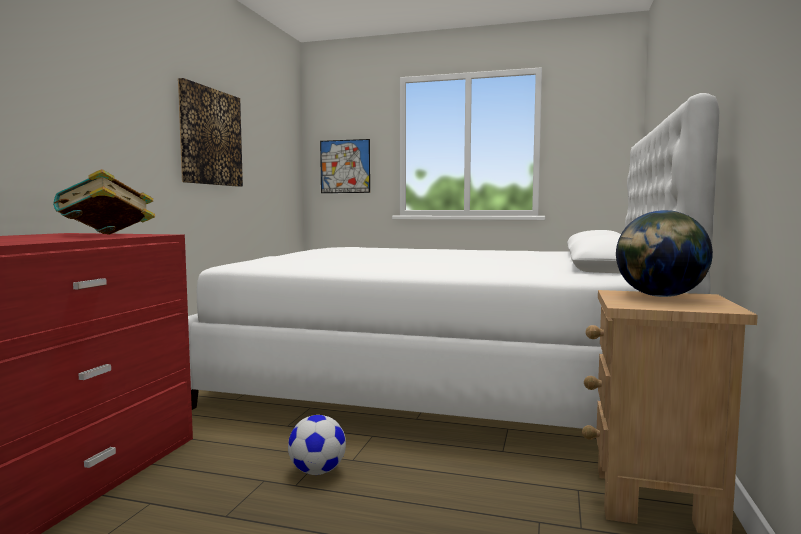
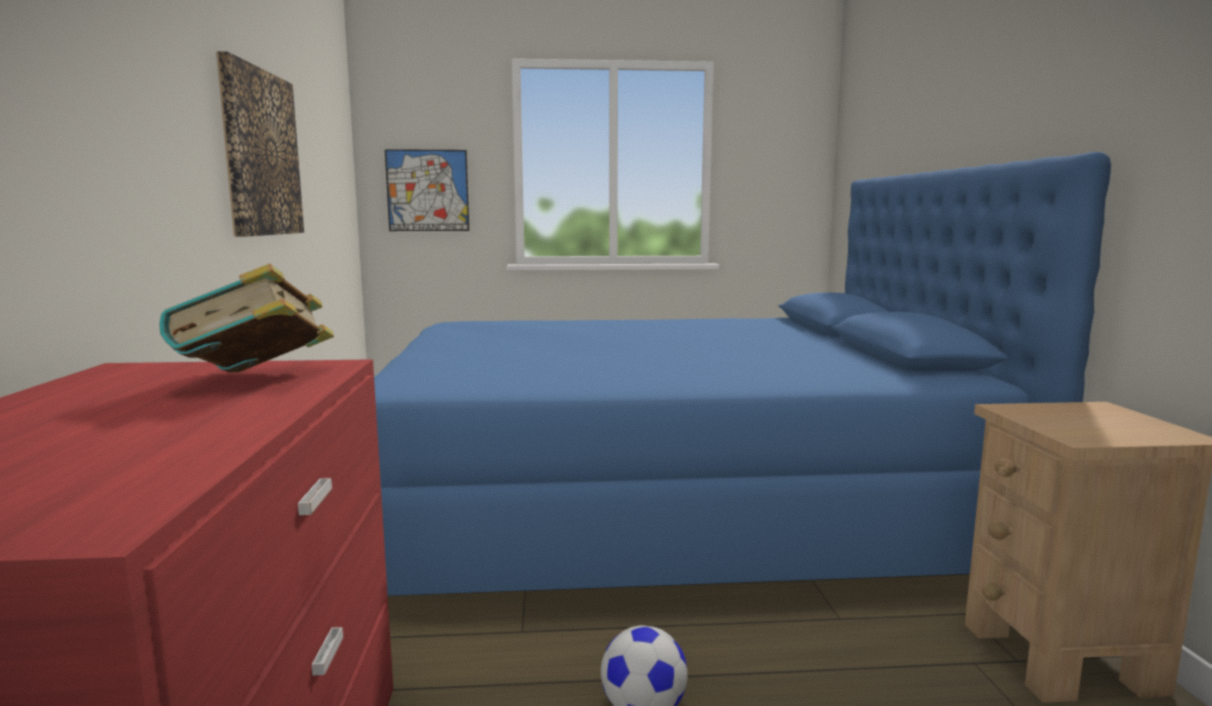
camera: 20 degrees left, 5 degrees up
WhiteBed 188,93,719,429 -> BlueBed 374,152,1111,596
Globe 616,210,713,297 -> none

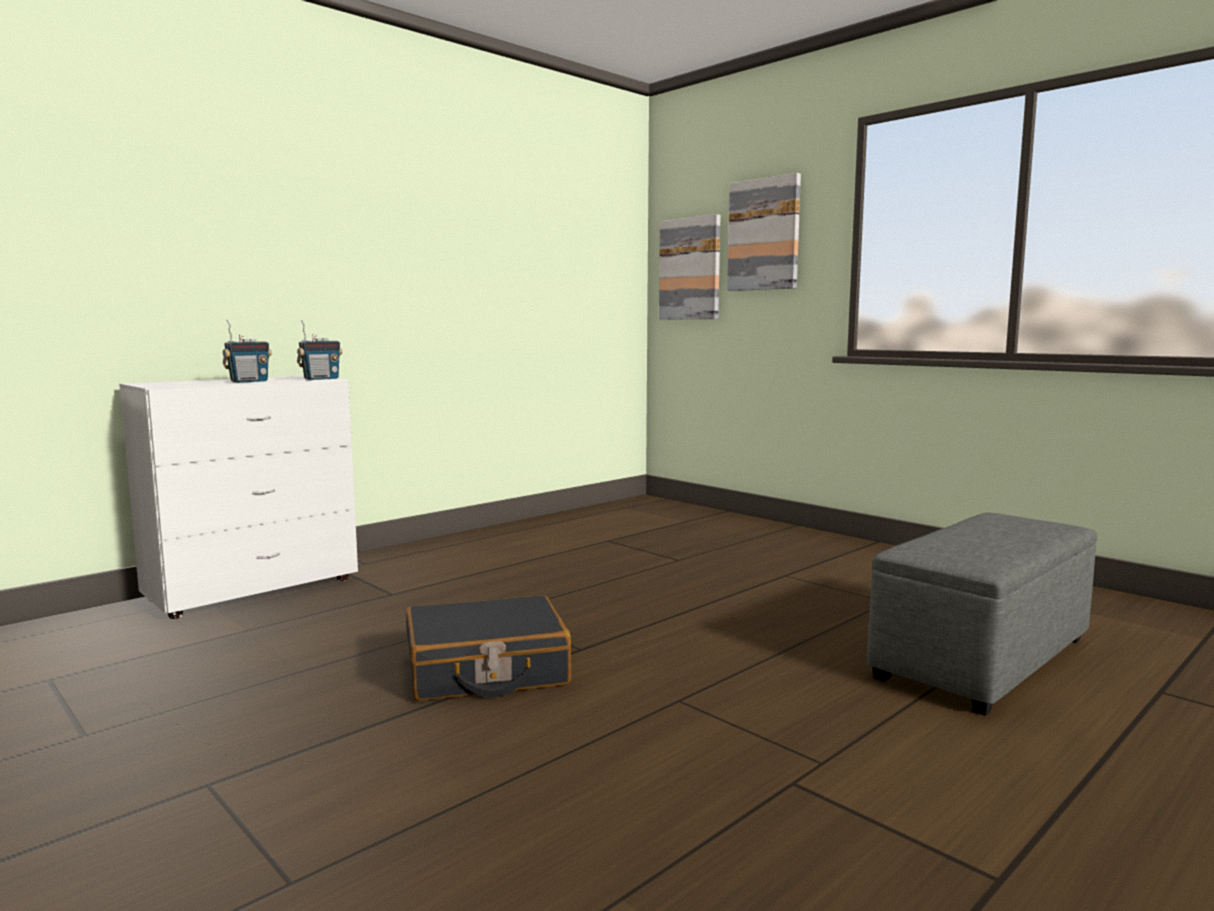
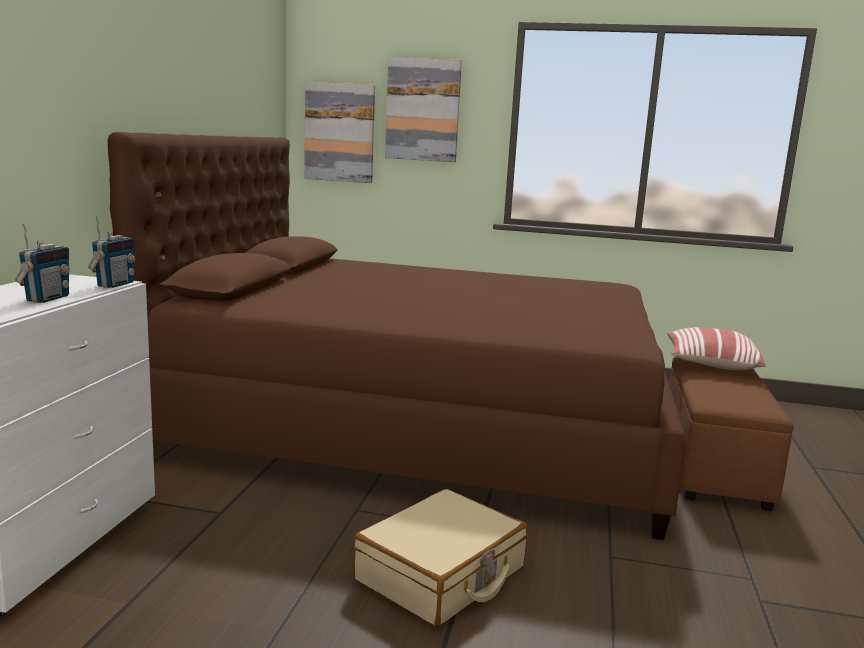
camera: 35 degrees left, 5 degrees up
none -> BrownBed 108,132,686,540
BlackSuitcase 406,595,571,701 -> BeigeSuitcase 354,489,527,627
none -> Pillow 667,327,766,370
GreyOttoman 867,513,1097,716 -> BrownOttoman 669,357,794,511

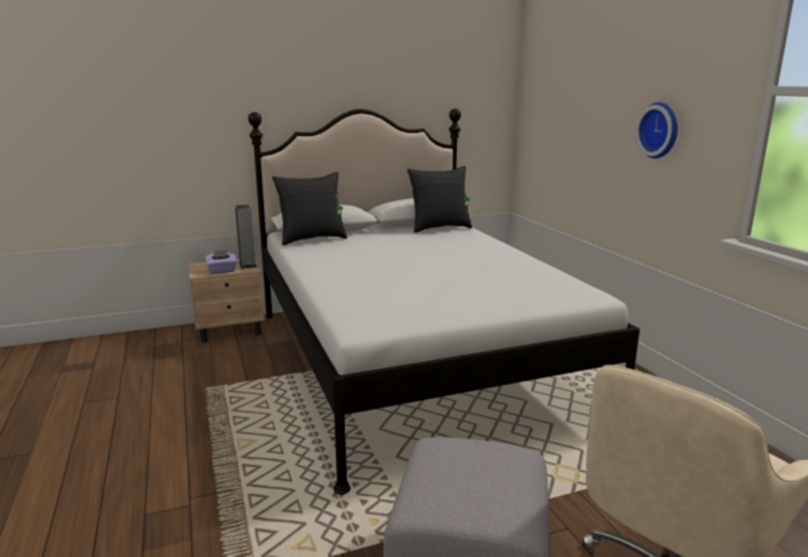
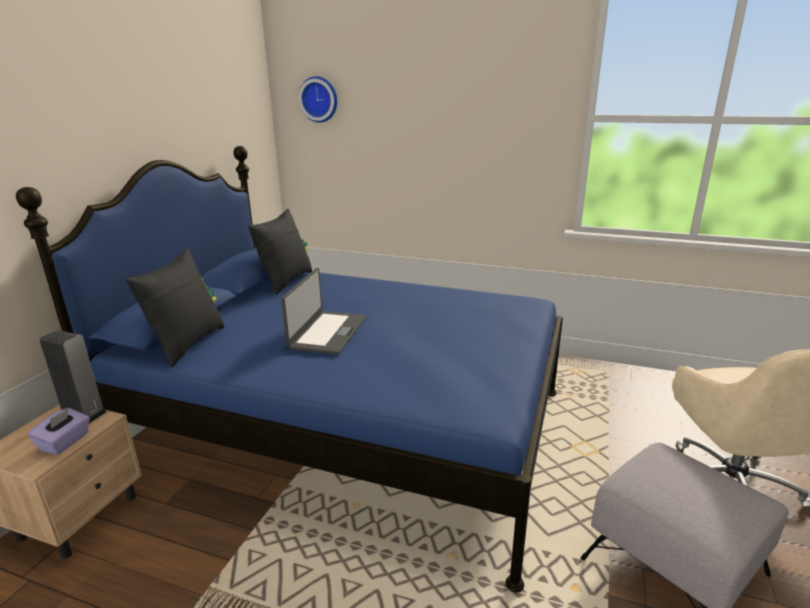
camera: 50 degrees left, 5 degrees up
WhiteBed 248,109,640,495 -> BlueBed 16,146,563,593
none -> Laptop 281,268,366,355
WallClock 635,102,678,159 -> WallClock 299,76,337,123, relocated

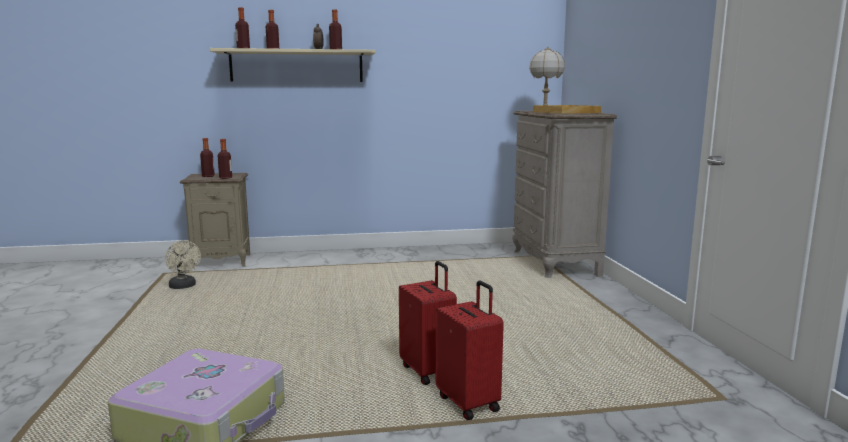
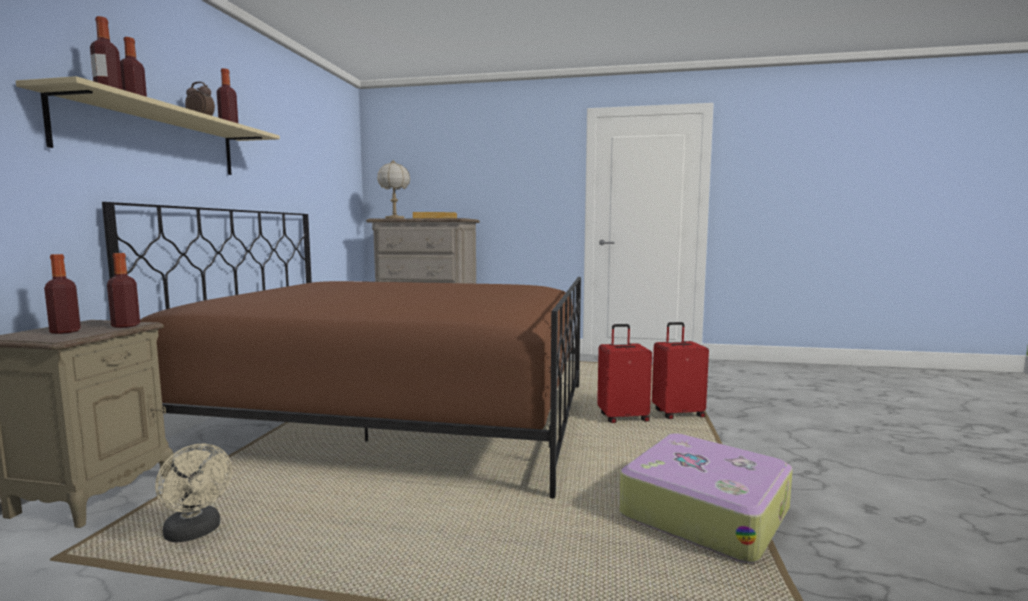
camera: 70 degrees left, 5 degrees down
none -> BrownBed 102,202,581,499
BeigeFan 165,241,201,289 -> BeigeFan 155,444,232,542, 60 degrees clockwise

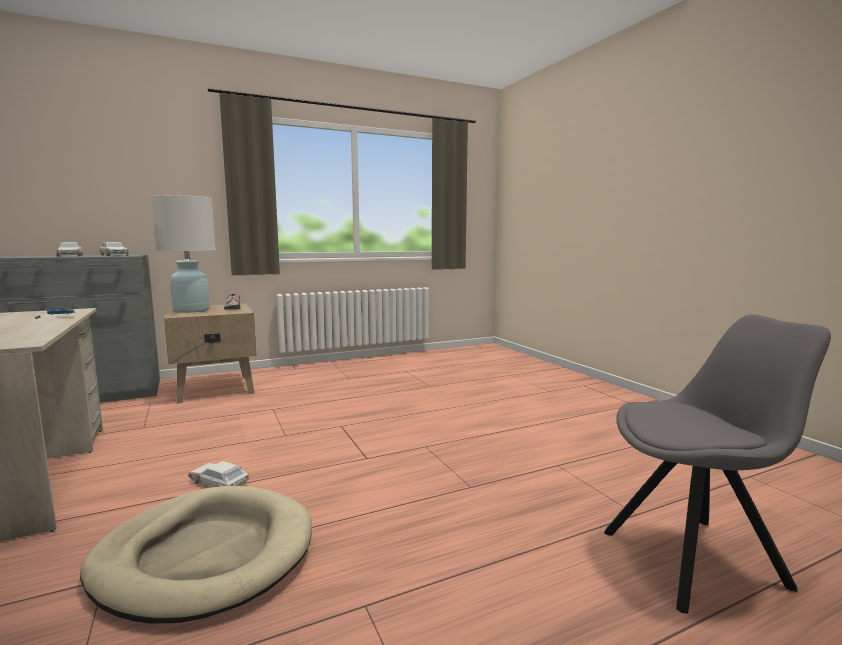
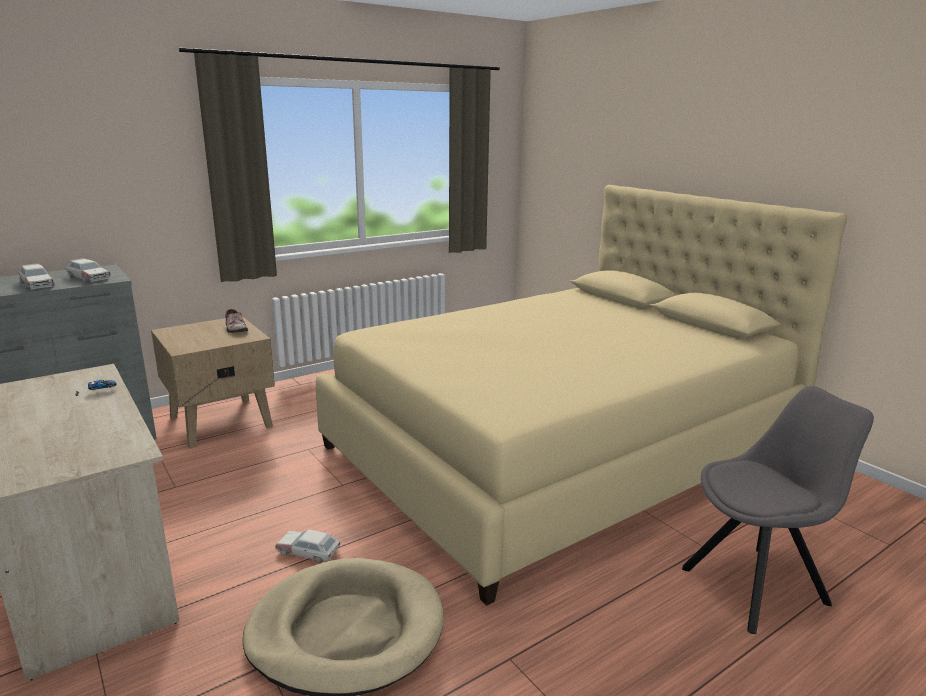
camera: 10 degrees left, 10 degrees up
none -> BeigeBed 316,185,847,606
WhiteTableLamp 151,195,216,313 -> none

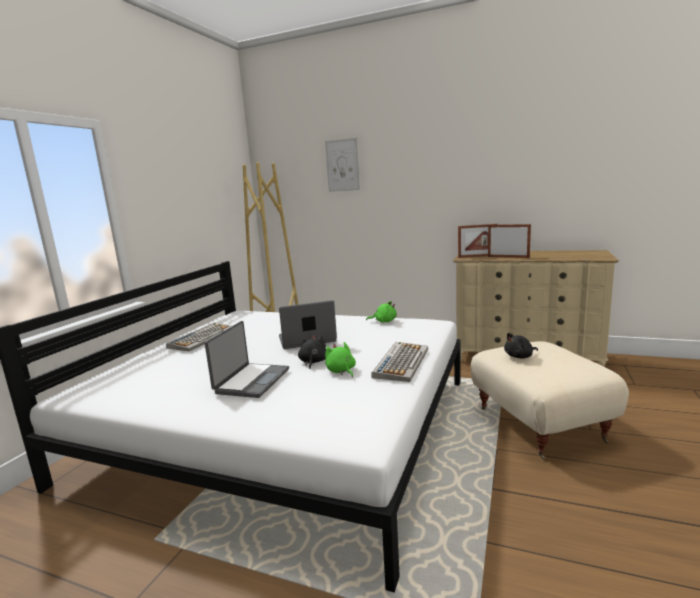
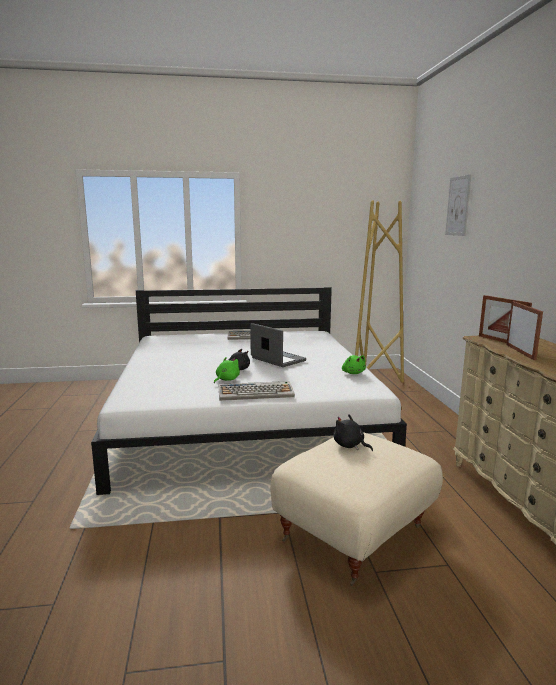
camera: 60 degrees right, 0 degrees up
Laptop 205,321,289,398 -> none

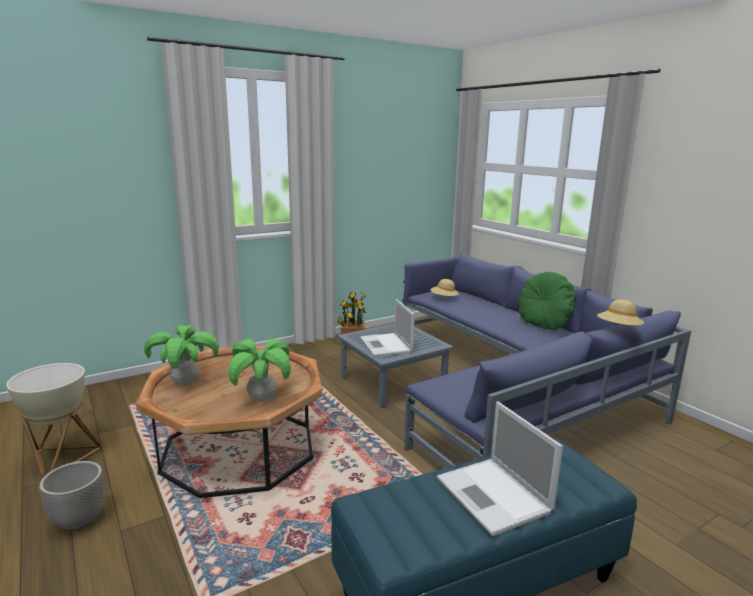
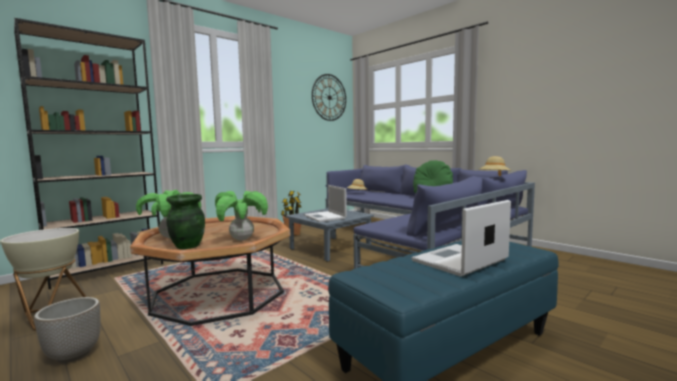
camera: 10 degrees left, 10 degrees down
none -> BeigeBookcase 14,18,163,290
none -> GreenVase 166,194,205,249
none -> WallClock 312,74,346,121
Laptop 437,402,563,536 -> Laptop 412,200,511,277, 90 degrees clockwise

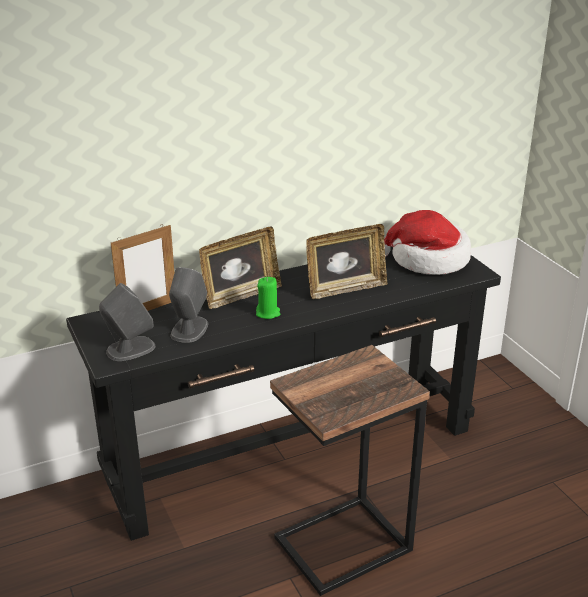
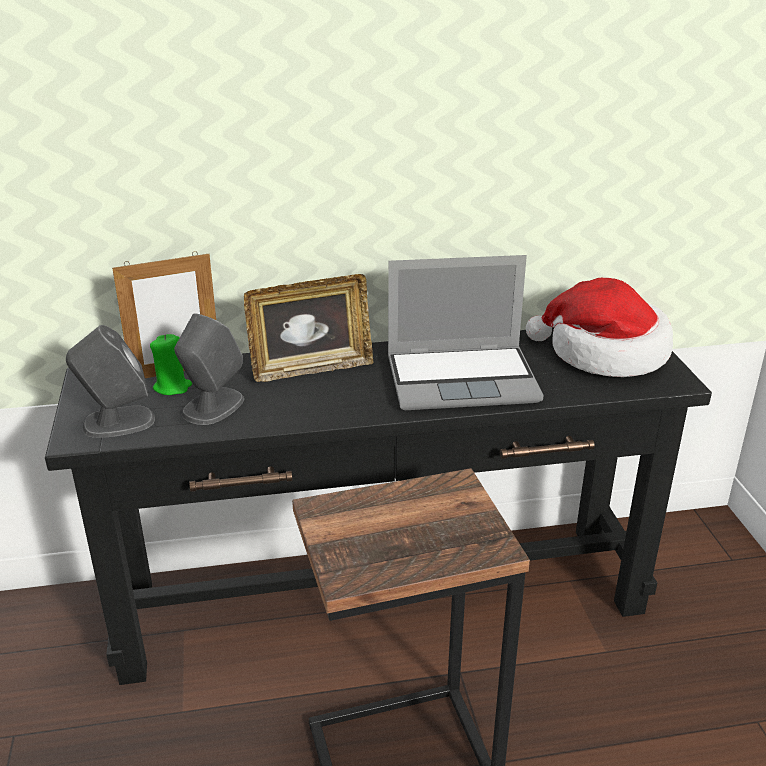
camera: 15 degrees right, 0 degrees up
GreenCandle 256,277,280,319 -> GreenCandle 150,334,192,395, relocated
PictureFrame 306,224,388,299 -> Laptop 388,255,544,410

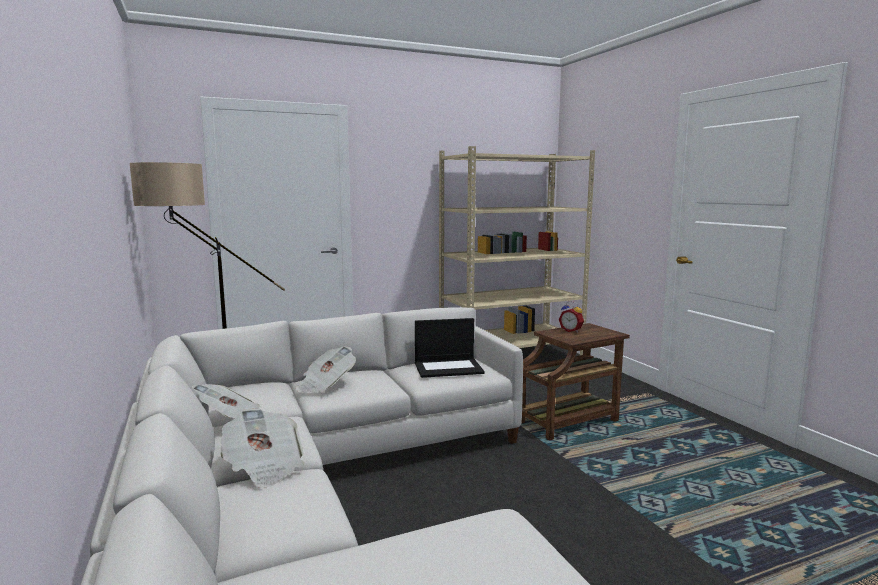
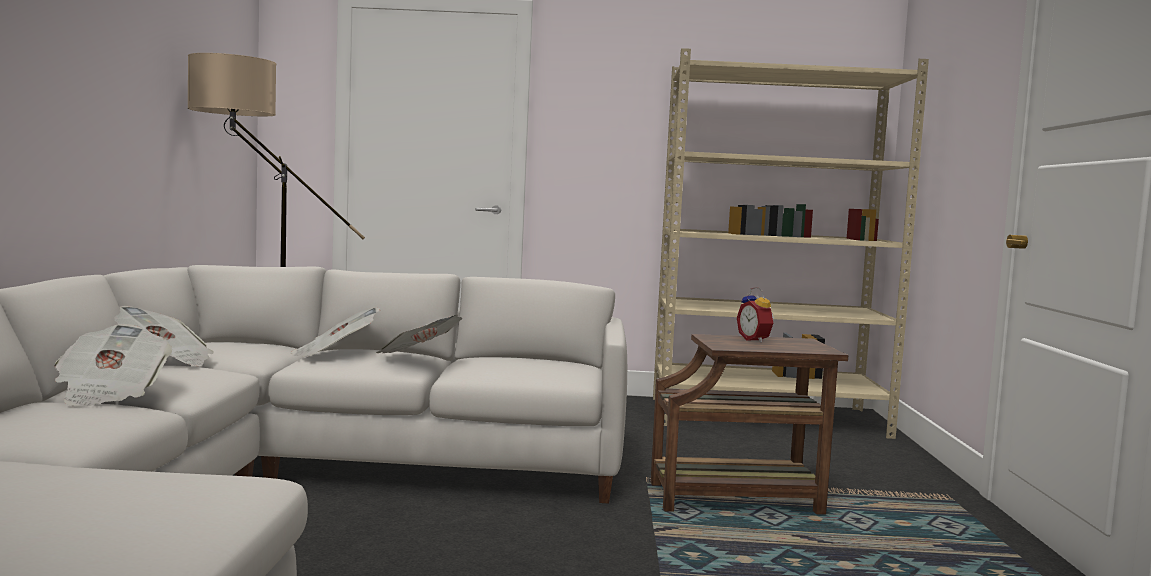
camera: 25 degrees right, 5 degrees down
none -> Newspaper 376,315,462,353
Laptop 415,318,485,378 -> none

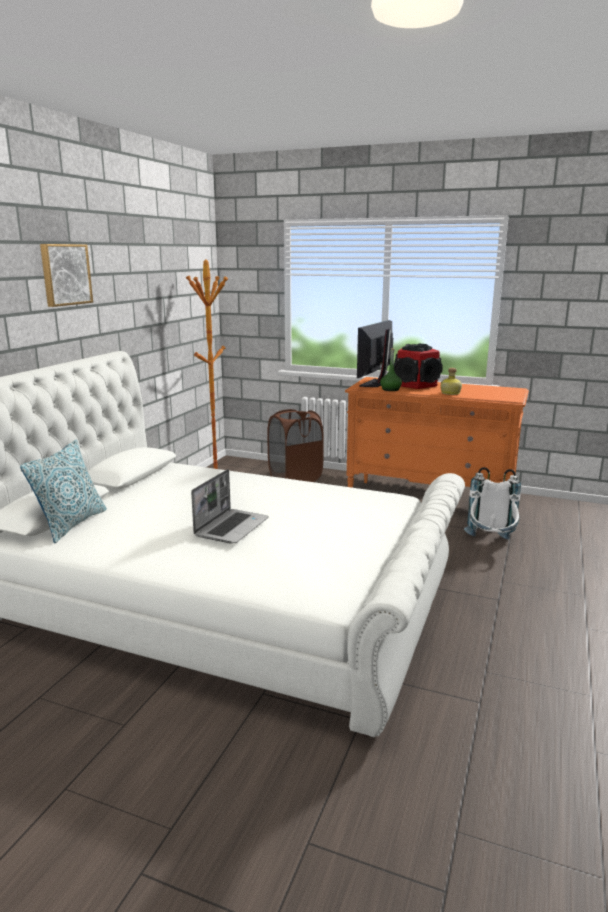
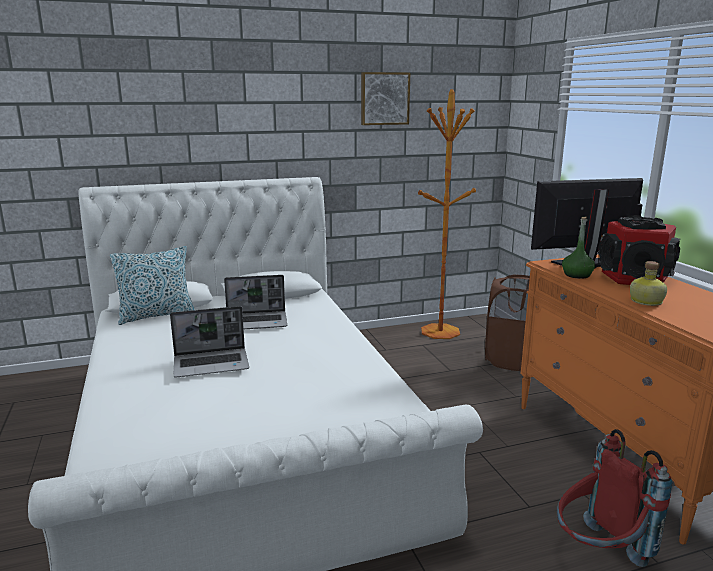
camera: 50 degrees right, 0 degrees up
none -> Laptop 224,275,287,329
Picture 40,244,93,307 -> Picture 361,72,410,125, relocated
WhiteBackpack 464,467,521,540 -> RedBackpack 557,429,672,567

